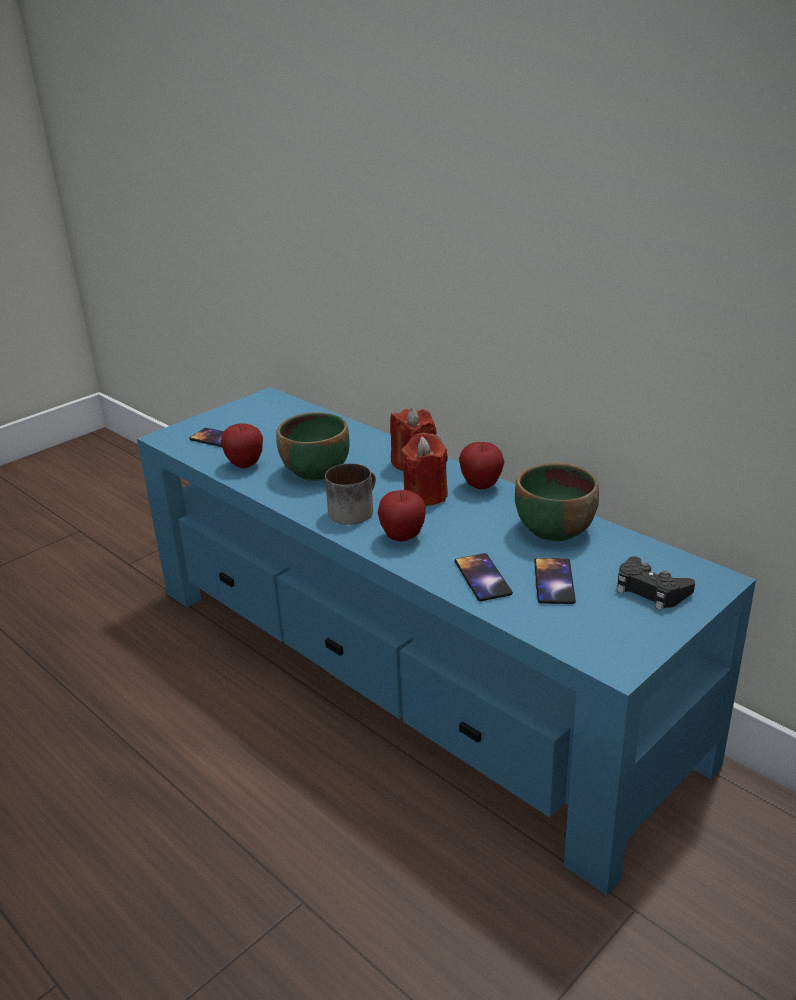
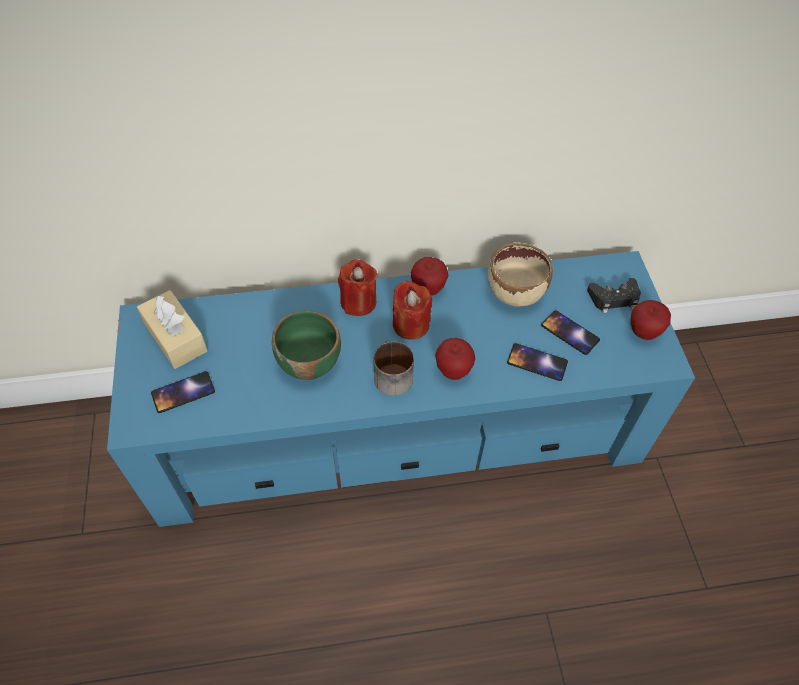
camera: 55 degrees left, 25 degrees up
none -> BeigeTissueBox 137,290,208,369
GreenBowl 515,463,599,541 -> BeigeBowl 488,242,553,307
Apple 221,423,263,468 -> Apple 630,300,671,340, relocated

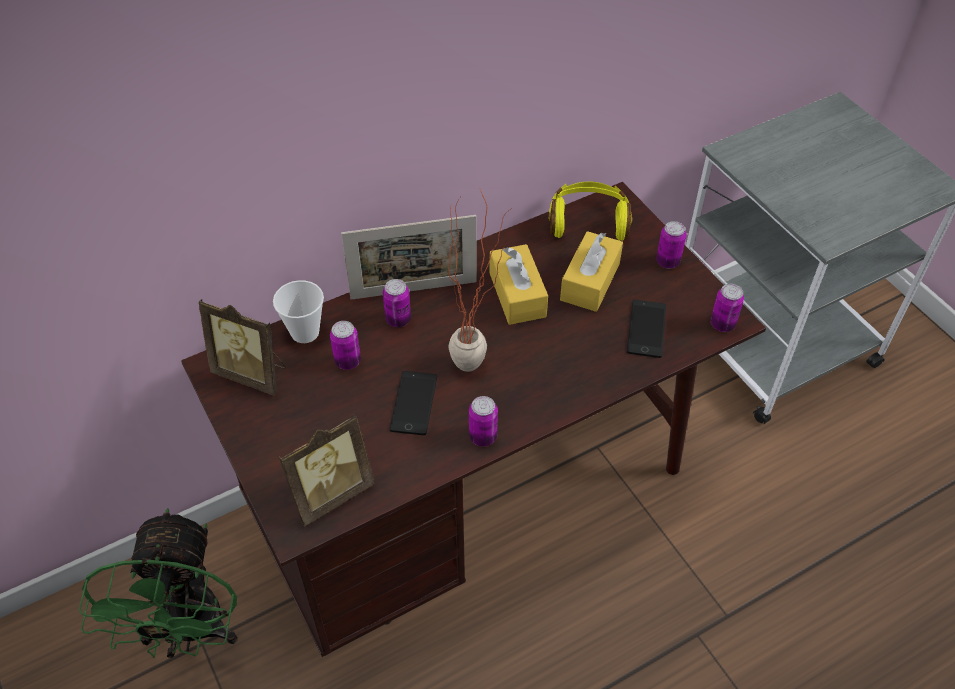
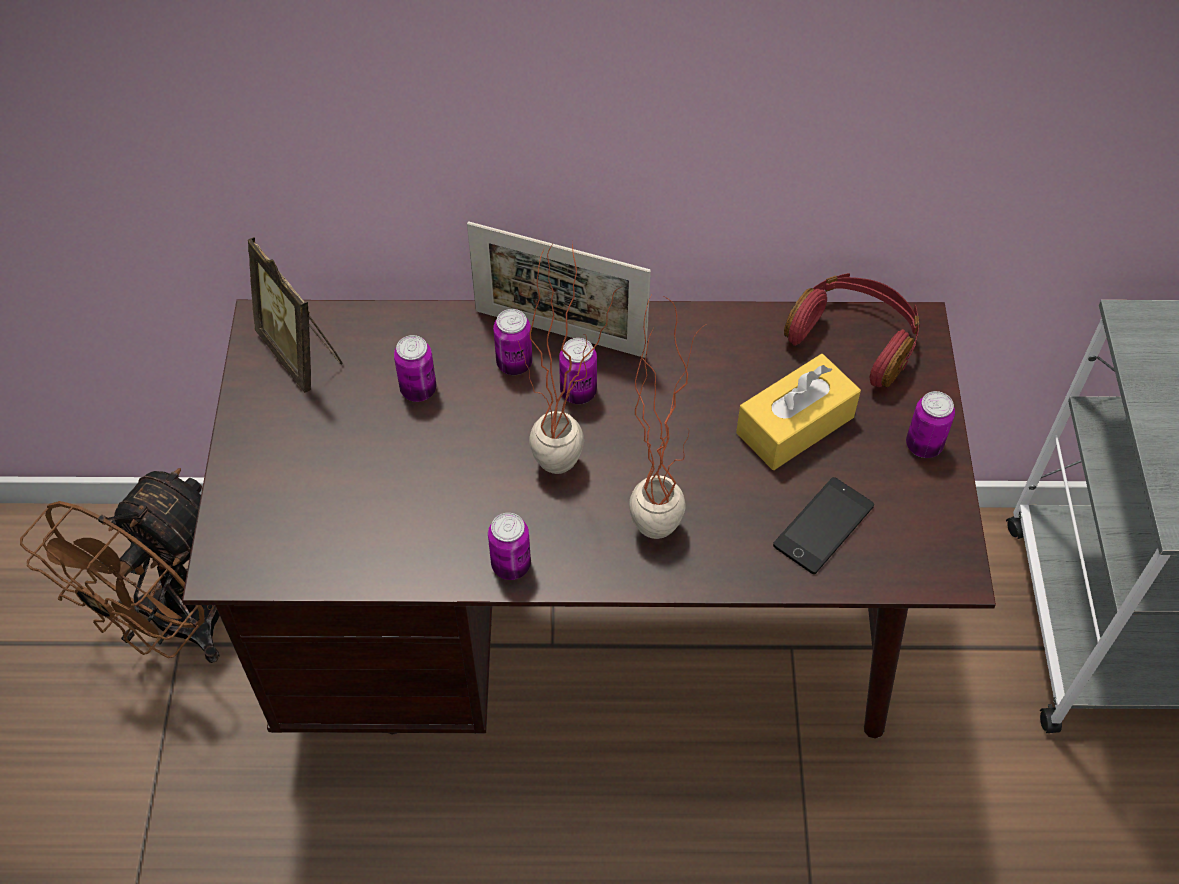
camera: 30 degrees right, 5 degrees up
GreenFan 79,508,238,658 -> BrownFan 20,468,220,663
Can 710,284,744,332 -> Can 559,338,597,404, relocated
none -> PottedPlant 629,293,705,539
YellowHeadphones 548,182,633,241 -> RedHeadphones 784,273,920,388
Cup 273,280,324,343 -> none
PictureFrame 279,413,374,526 -> none
Phone 390,371,437,435 -> none
YellowTissueBox 489,244,548,325 -> none

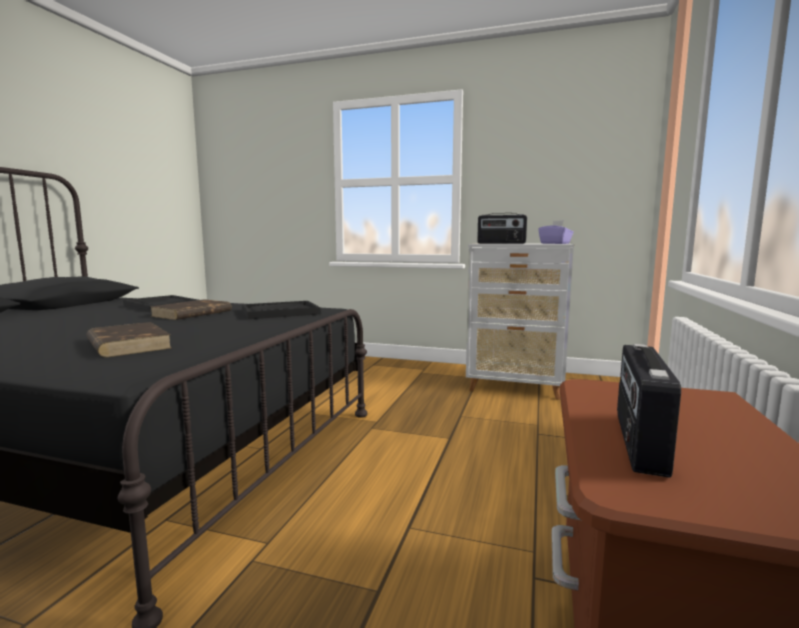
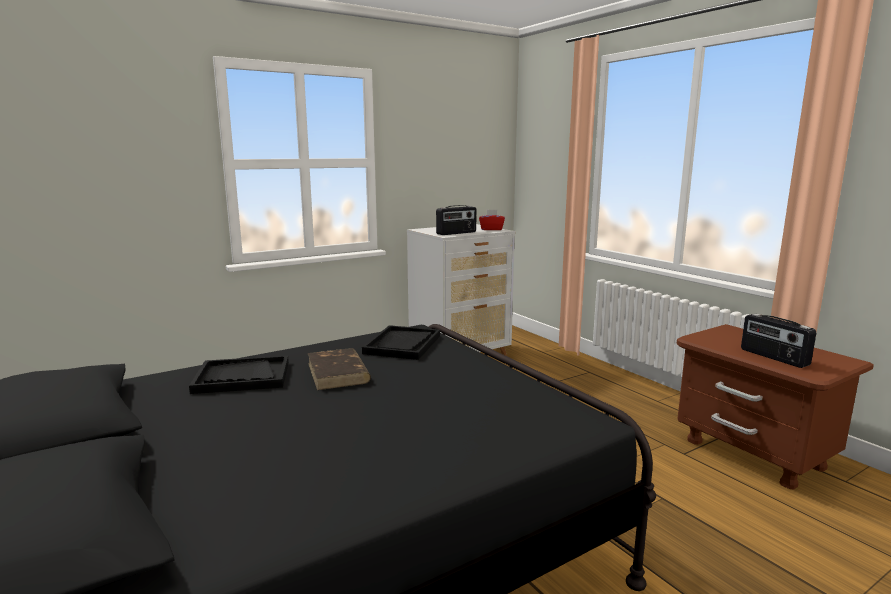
camera: 50 degrees left, 5 degrees up
PurpleTissueBox 538,220,574,244 -> RedTissueBox 479,209,505,230
BrownBook 86,322,172,357 -> none

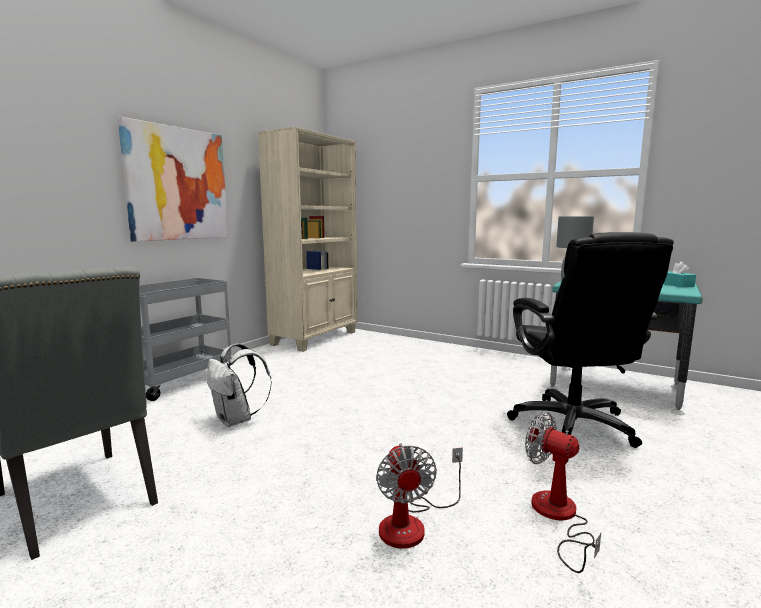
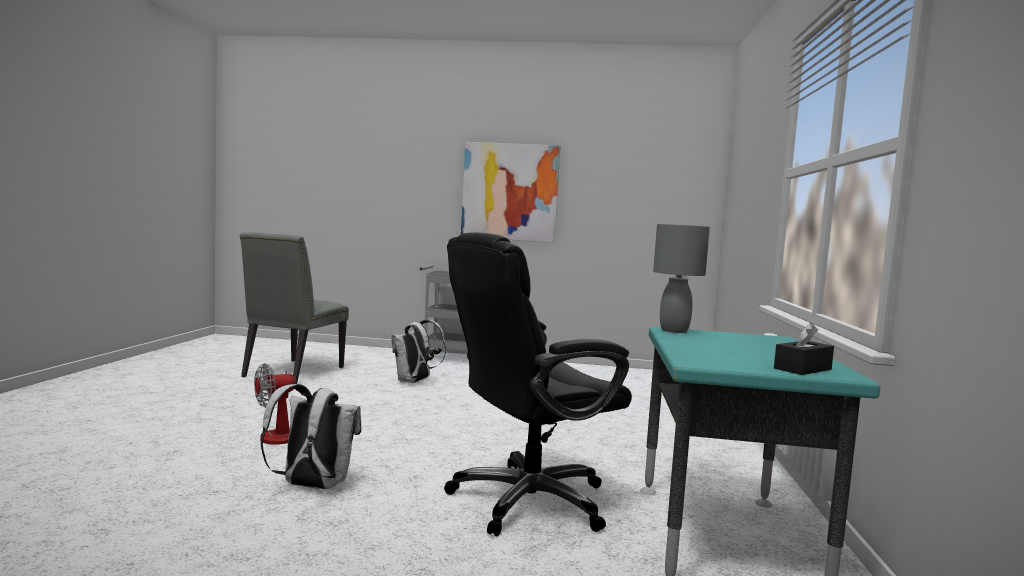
camera: 65 degrees right, 5 degrees down
Fan 525,412,601,573 -> WhiteBackpack 261,384,361,490
TurquoiseTissueBox 664,262,696,287 -> BlackTissueBox 774,322,834,375
BeigeBookcase 258,127,357,352 -> none

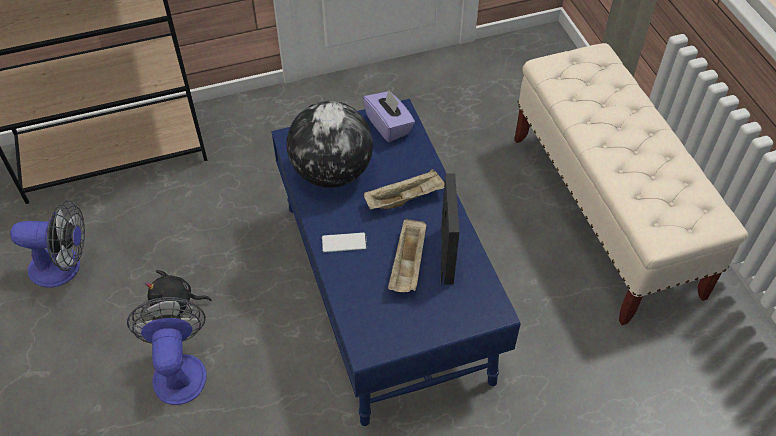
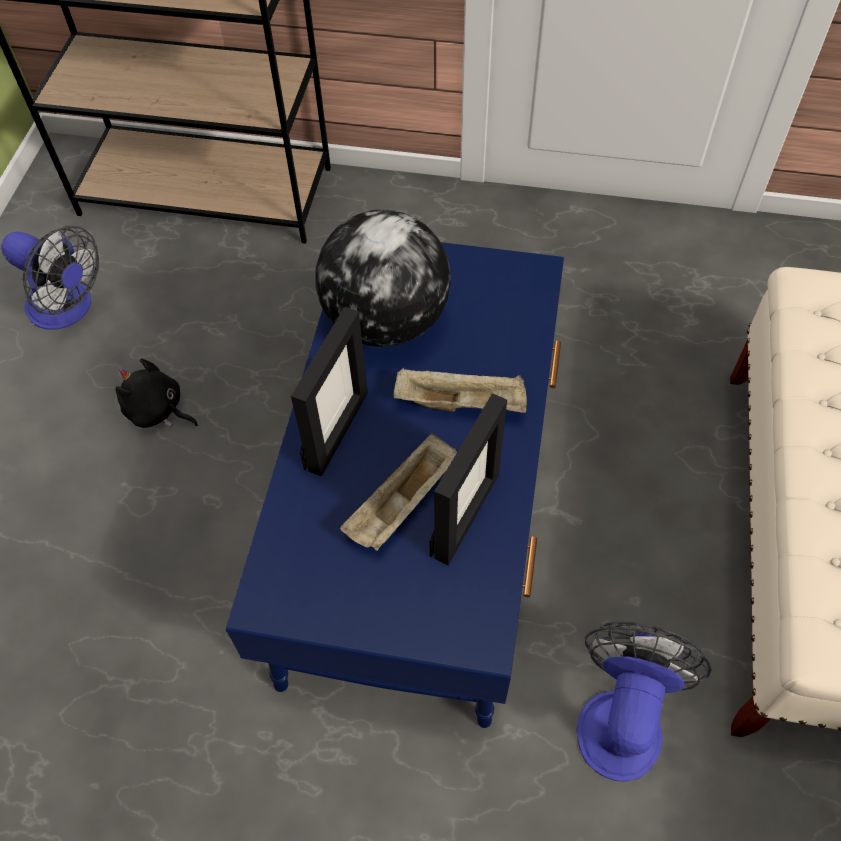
camera: 30 degrees right, 5 degrees up
Phone 322,232,367,253 -> PictureFrame 291,307,368,476
Fan 127,297,207,405 -> Fan 576,621,712,782, relocated
PurpleTissueBox 363,90,415,142 -> none

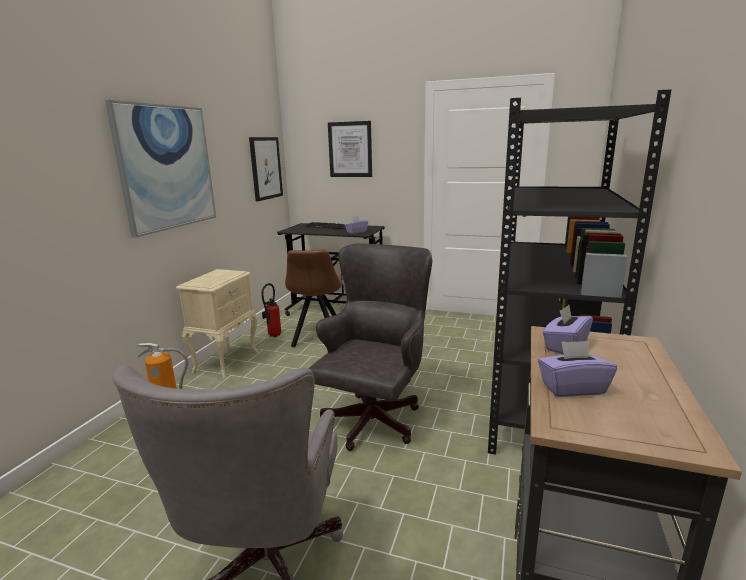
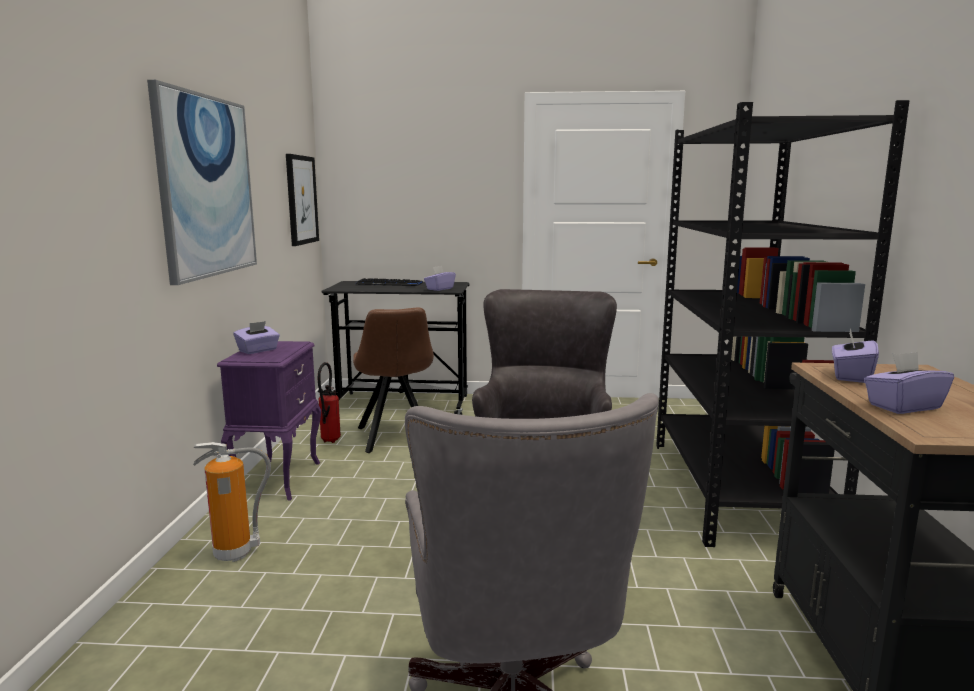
camera: 15 degrees left, 5 degrees down
BeigeNightstand 176,269,258,378 -> PurpleNightstand 217,341,321,500
none -> PurpleTissueBox 234,321,280,354
Picture 328,121,372,177 -> none

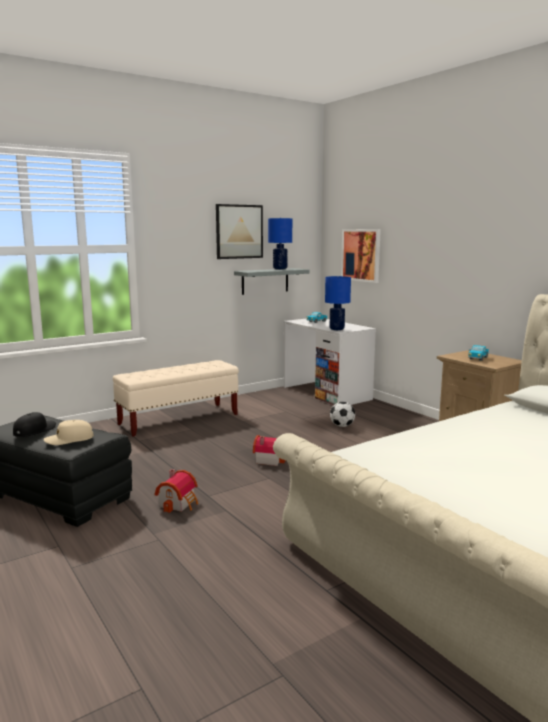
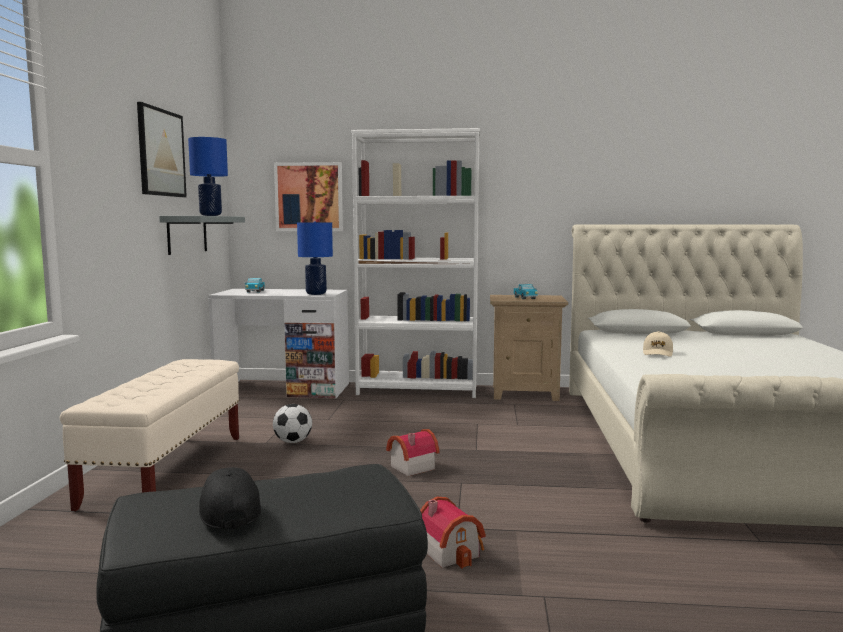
camera: 50 degrees left, 5 degrees down
Football 330,402,355,427 -> Football 273,404,312,443, relocated
none -> WhiteBookcase 351,128,480,398
BeigeCap 44,420,94,445 -> BeigeCap 643,331,673,357, relocated

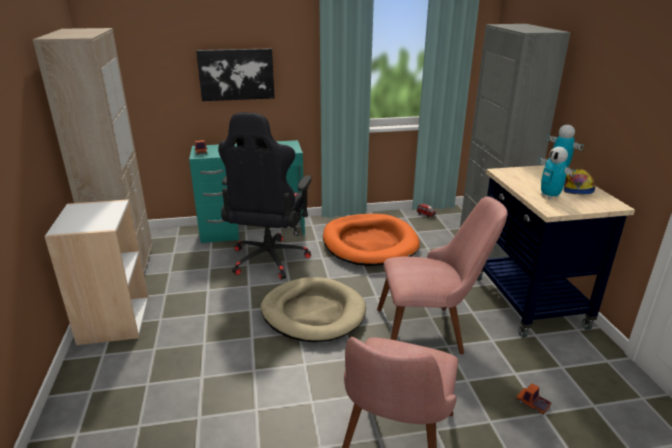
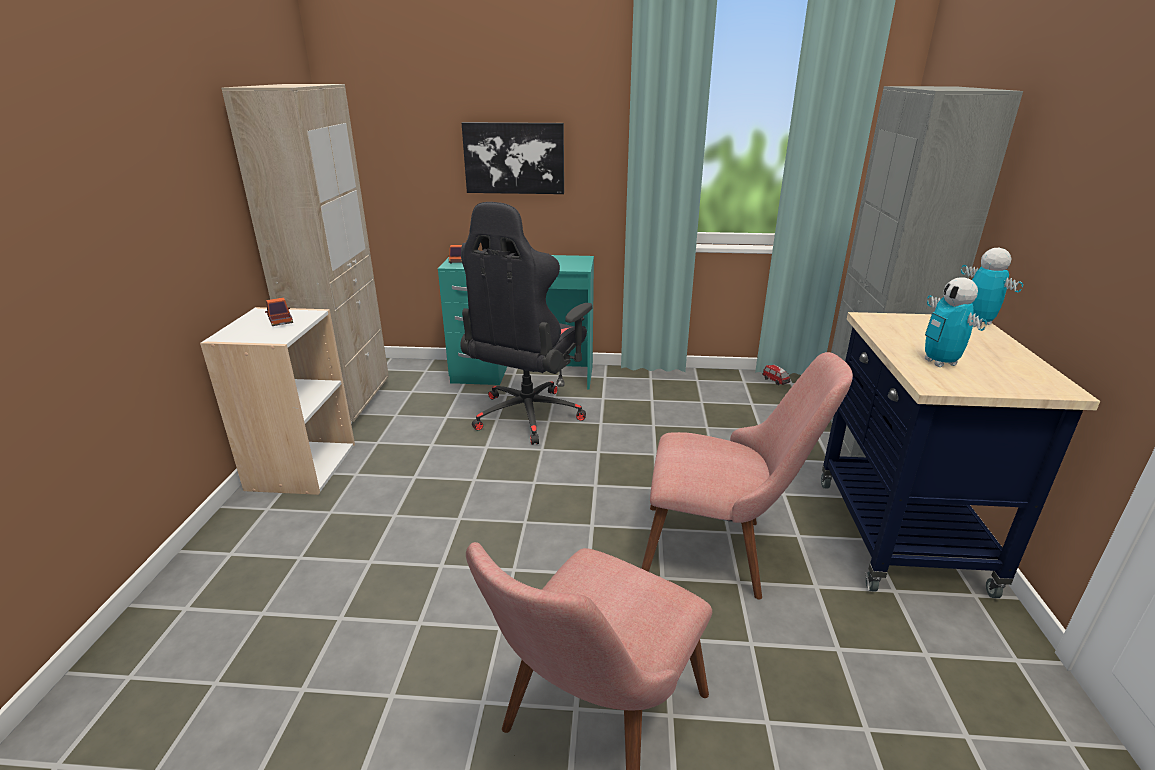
camera: 15 degrees right, 0 degrees up
ToyTruck 516,383,552,415 -> ToyTruck 265,297,293,326, relocated
BeigeDogBed 261,277,366,342 -> none
OrangeDogBed 323,214,420,266 -> none
Cap 564,169,595,195 -> none

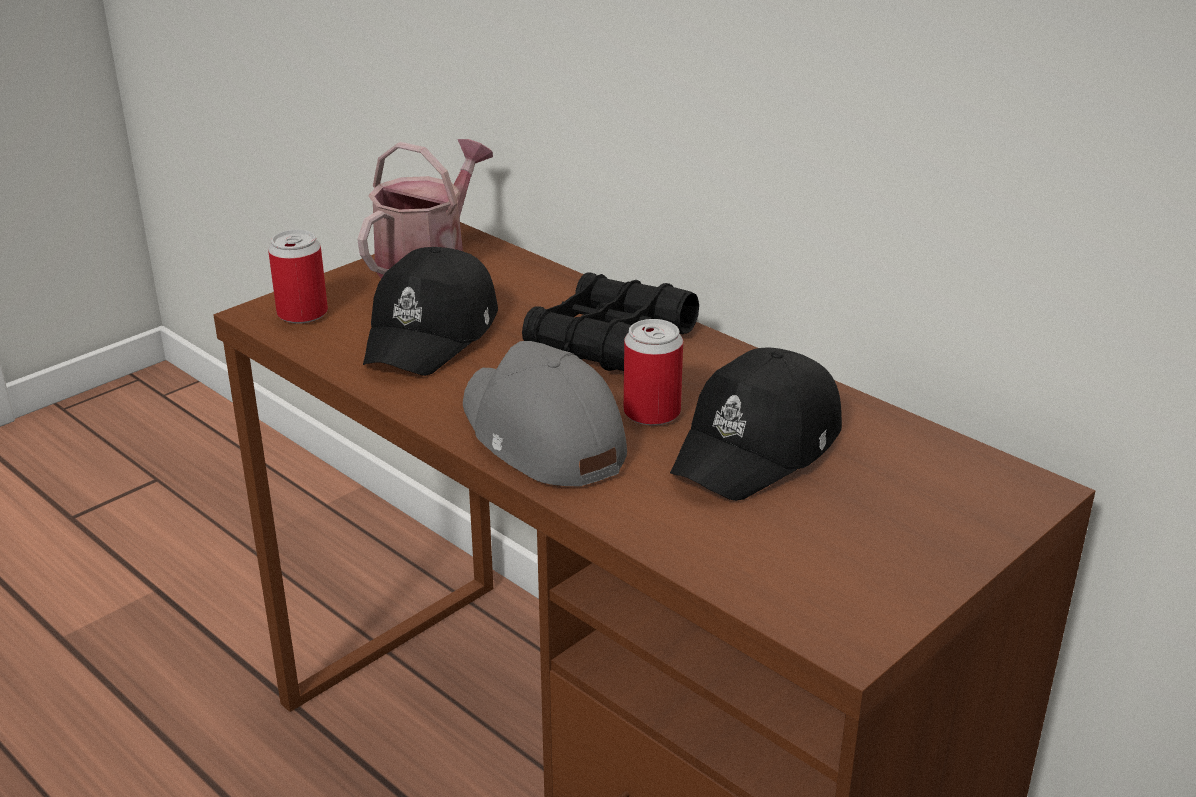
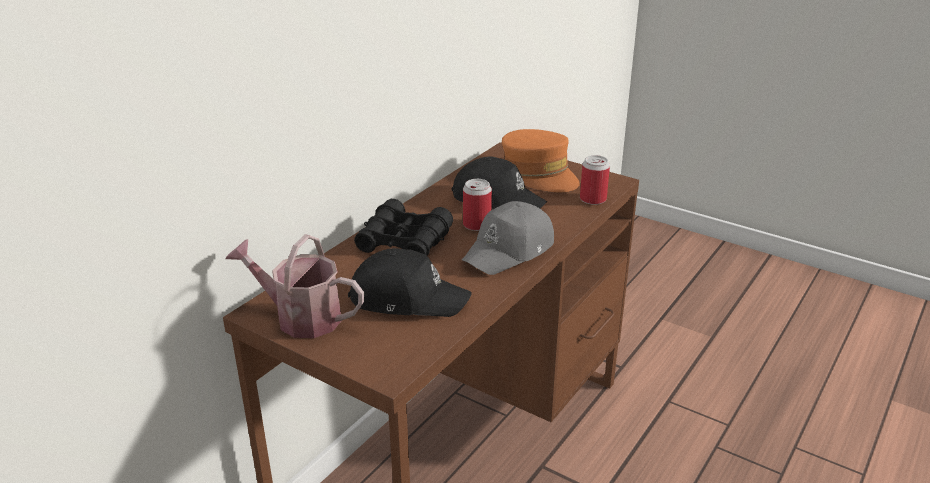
camera: 100 degrees left, 0 degrees up
none -> OrangeCap 502,129,580,192
Can 268,230,328,324 -> Can 580,155,610,205, relocated

